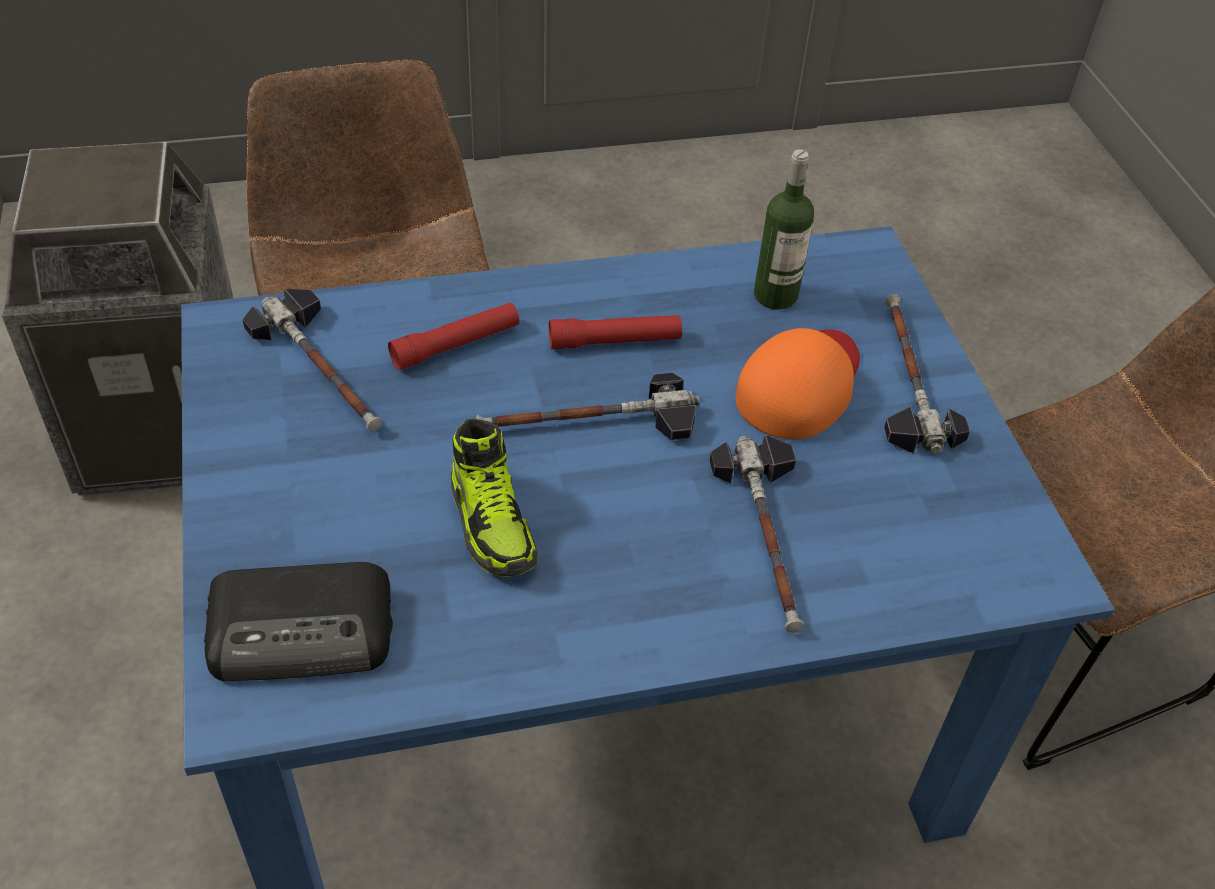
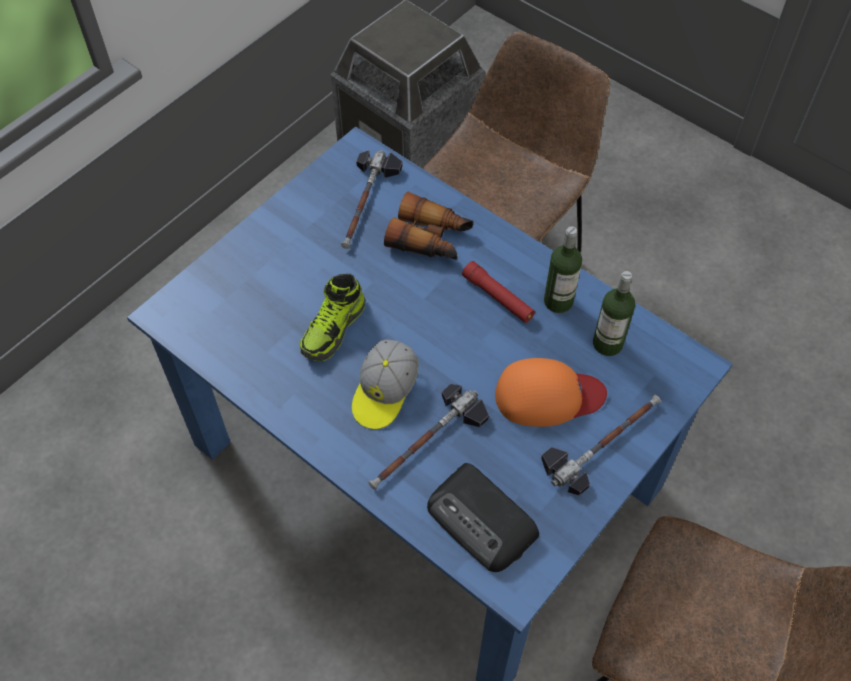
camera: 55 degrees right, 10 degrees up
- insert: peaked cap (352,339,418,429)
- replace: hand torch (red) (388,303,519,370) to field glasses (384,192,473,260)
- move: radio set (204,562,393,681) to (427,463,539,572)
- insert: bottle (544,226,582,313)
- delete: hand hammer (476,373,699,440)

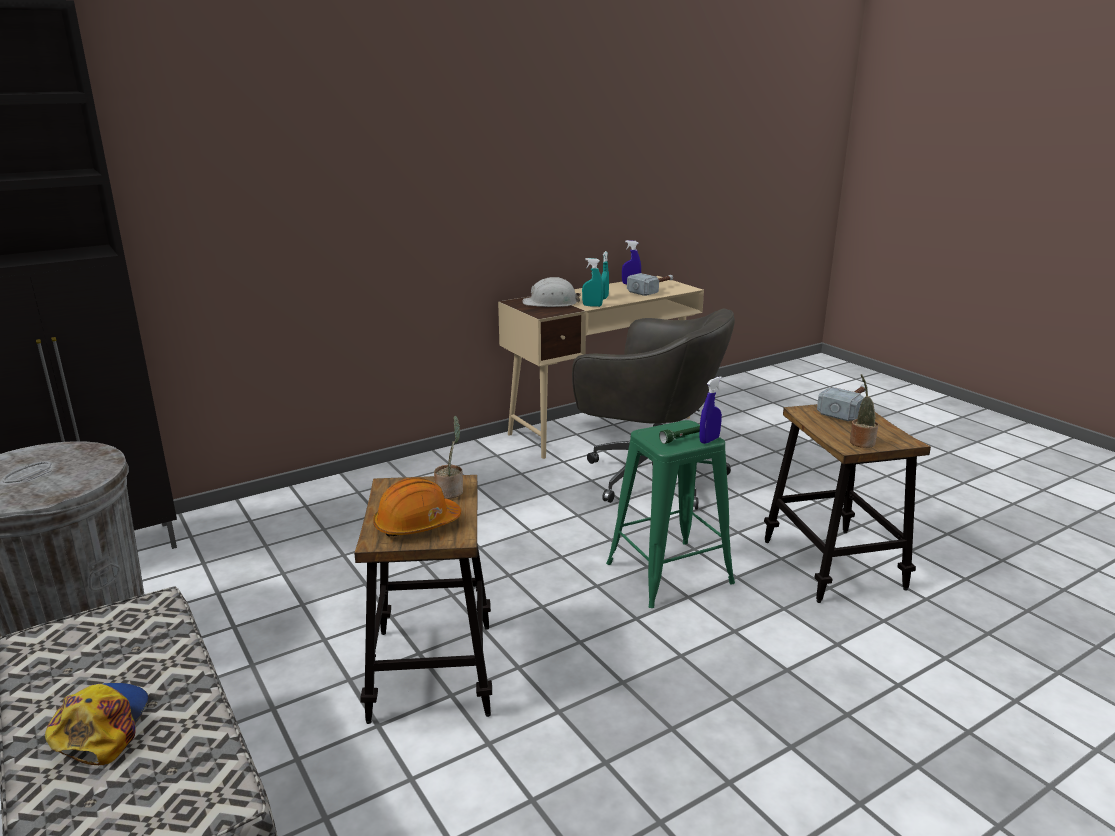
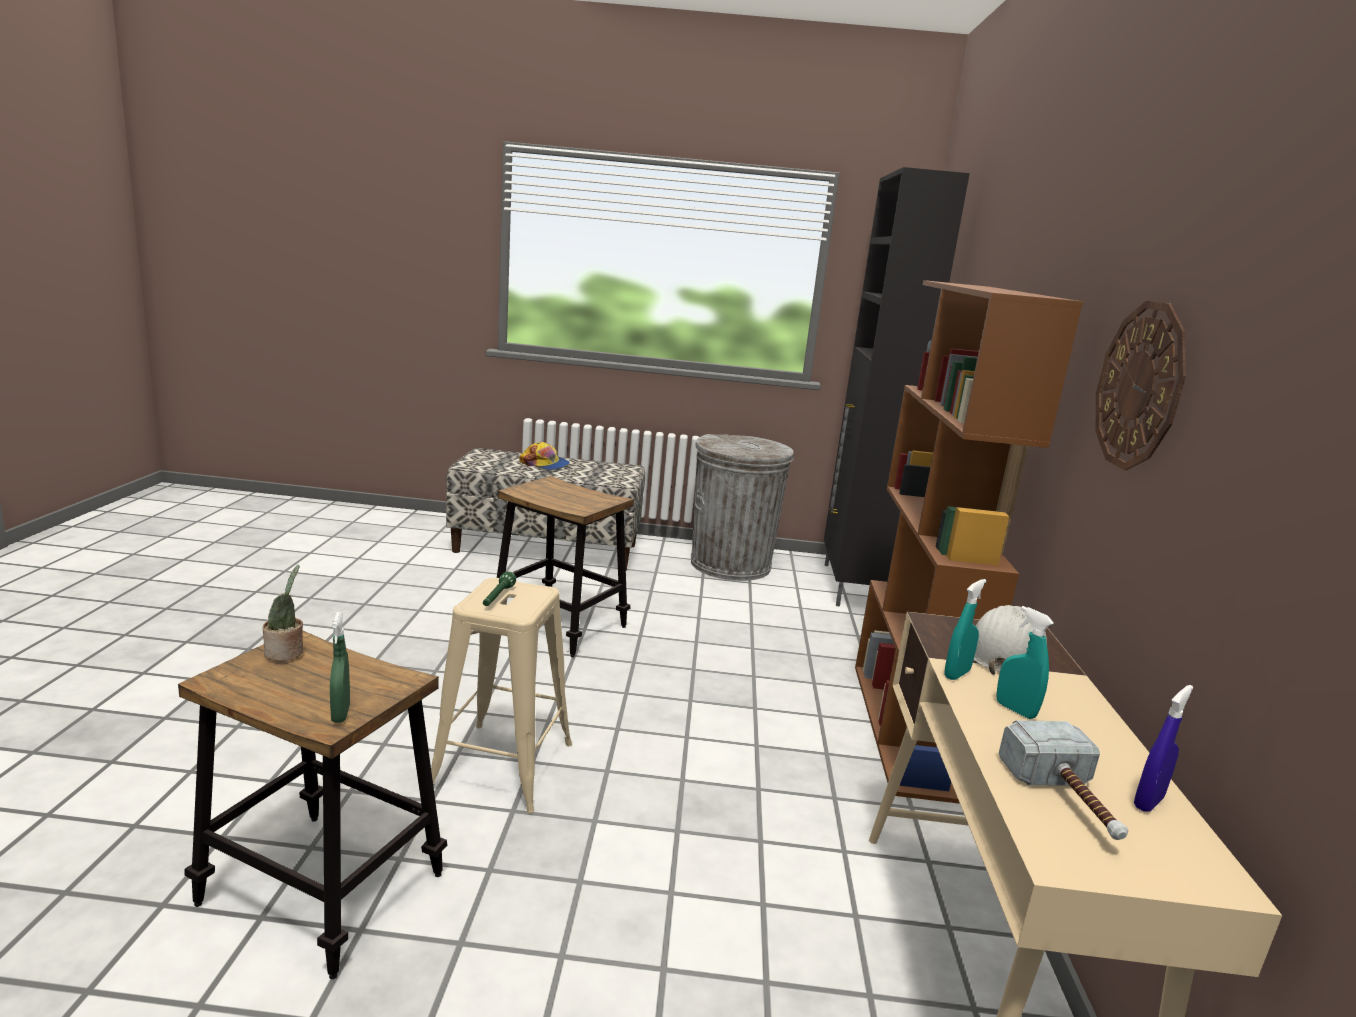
camera: 125 degrees right, 5 degrees down
- replace: hand hammer (817,384,868,421) to spray bottle (greenish) (330,612,350,723)
- recolor: stool seat (greenish) (606,420,735,608) to stool seat (beige) (431,578,572,813)
- insert: bookshelf (brown-coloured) (855,280,1083,804)
- insert: hanging clock (1096,301,1186,470)
- delete: work helmet (orangey) (373,478,461,537)
- delete: plant in a pot (434,416,463,499)
- delete: computer chair (gray) (572,308,735,510)
- delete: spray bottle (blue) (699,376,722,444)

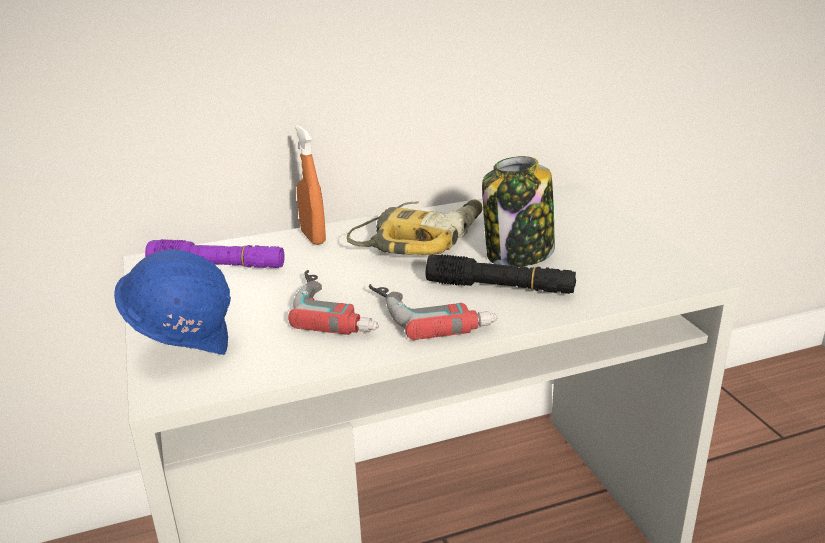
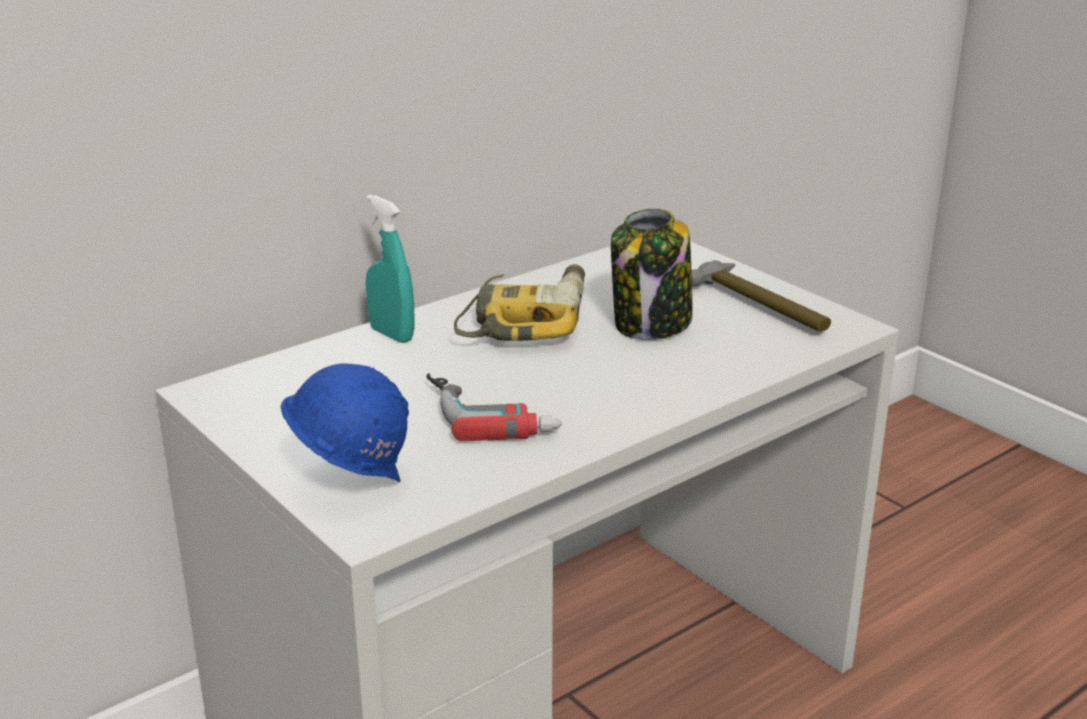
camera: 20 degrees left, 0 degrees up
- recolor: spray bottle (orangey) (295,125,326,245) to spray bottle (turquoise) (366,194,415,343)
- insert: hand hammer (691,260,831,332)
- delete: hand torch (purple) (145,239,285,268)
- delete: power drill (369,284,498,340)
- delete: hand torch (black-coloured) (426,254,576,294)

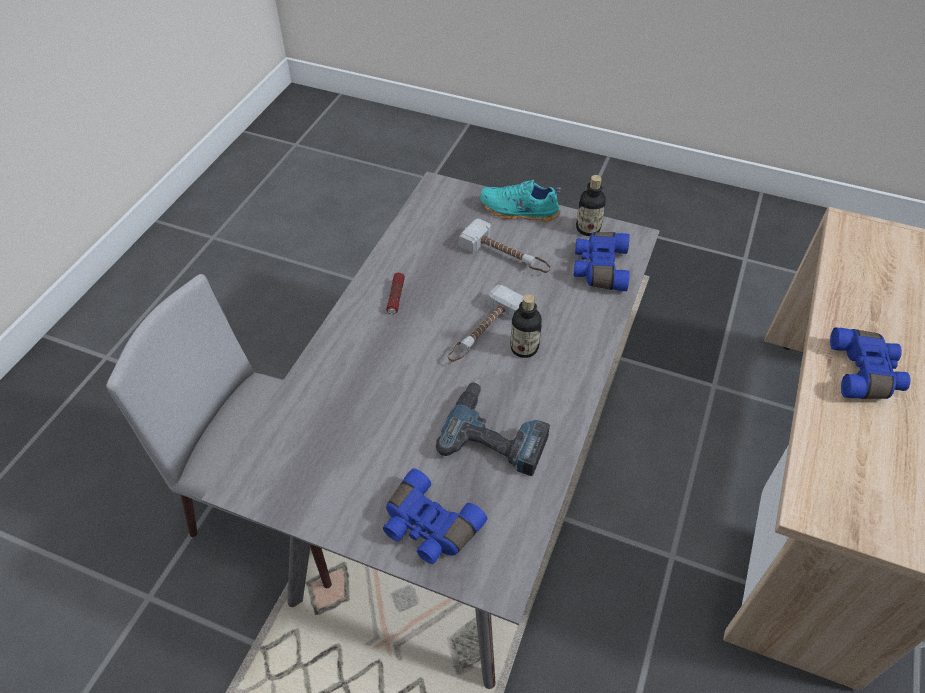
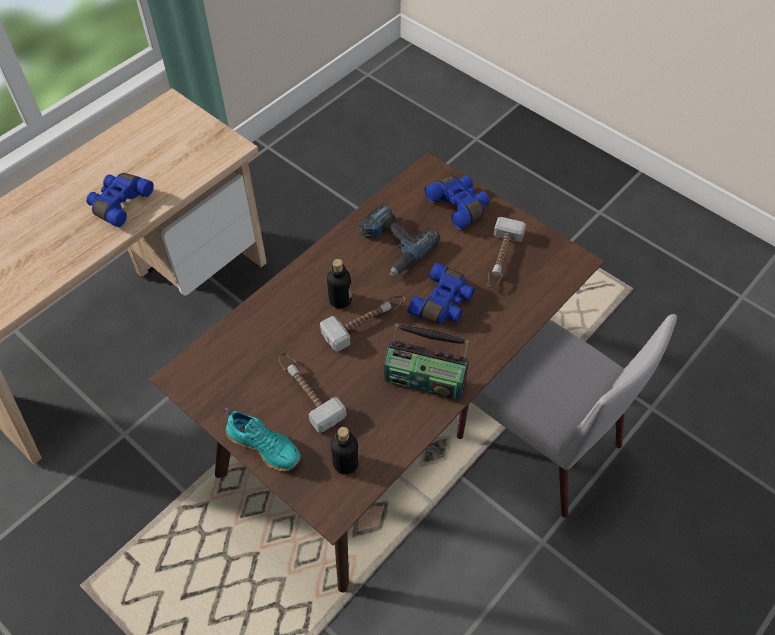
camera: 160 degrees left, 5 degrees up
- recolor: dining table (gray) (201,172,660,689) to dining table (brown-coloured) (149,152,604,592)
- move: bottle (576,175,606,236) to (331,427,359,474)
- replace: hand torch (386,273,405,314) to radio set (384,324,469,400)
- move: field glasses (blue) (574,232,630,291) to (408,262,475,324)
- insert: hand hammer (487,217,526,288)

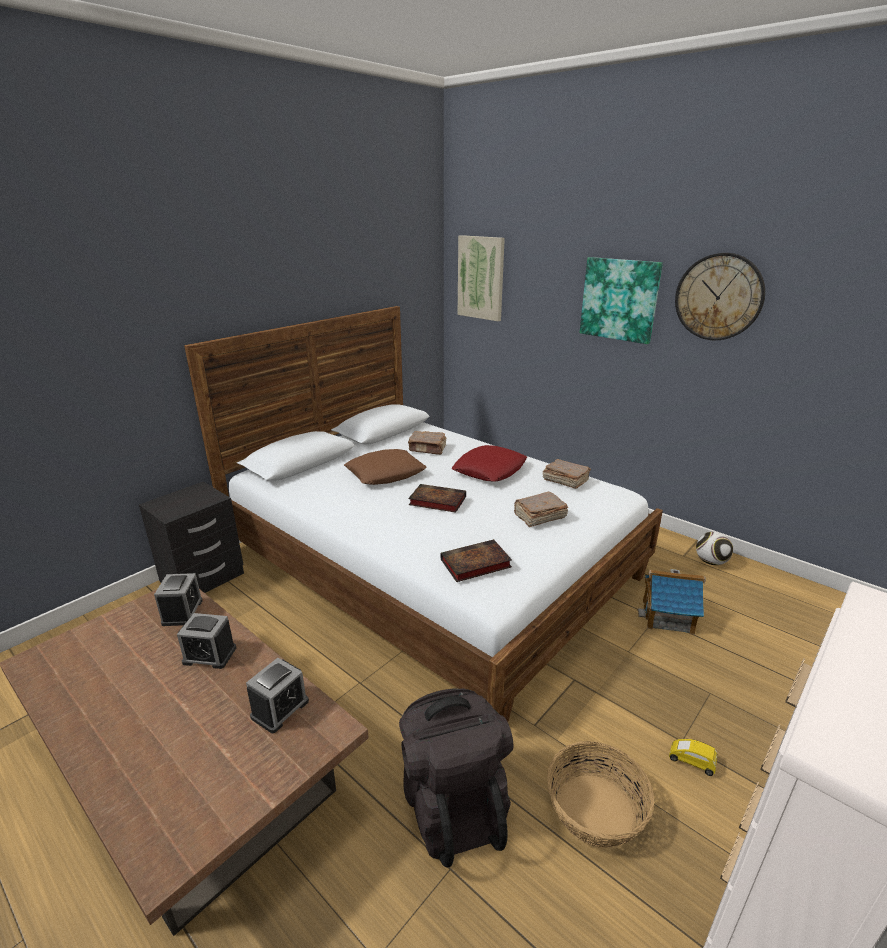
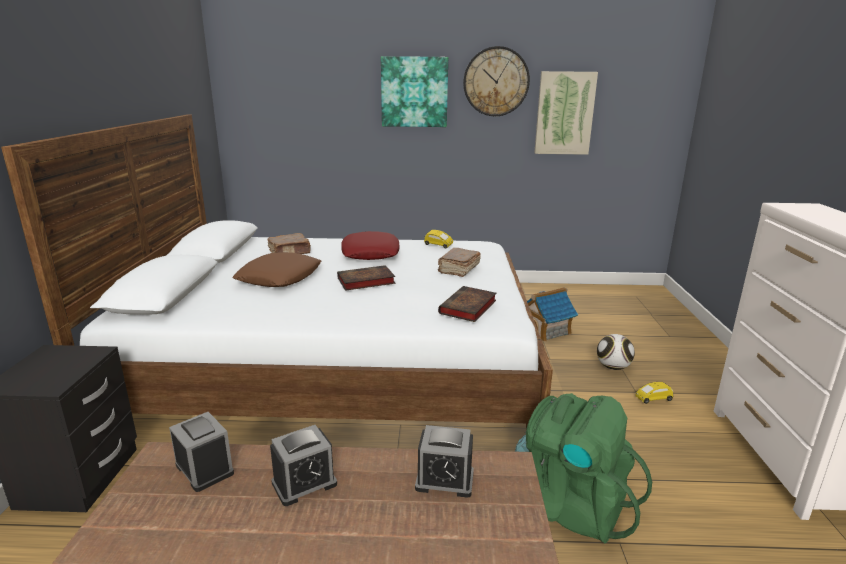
camera: 40 degrees left, 5 degrees down
- rotate: alarm clock (246,658,309,733) = (415,425,474,498) 105 degrees clockwise
- replace: bound book (brown-coloured) (543,459,591,489) to model car (yellowish) (424,230,453,249)
- recolor: rucksack (black-coloured) (399,689,513,868) to rucksack (greenish) (515,393,652,543)
- move: picture (458,235,505,321) to (534,71,598,155)
- move: ball for football (696,531,733,565) to (597,334,635,370)
- delete: storage basket (547,741,654,848)

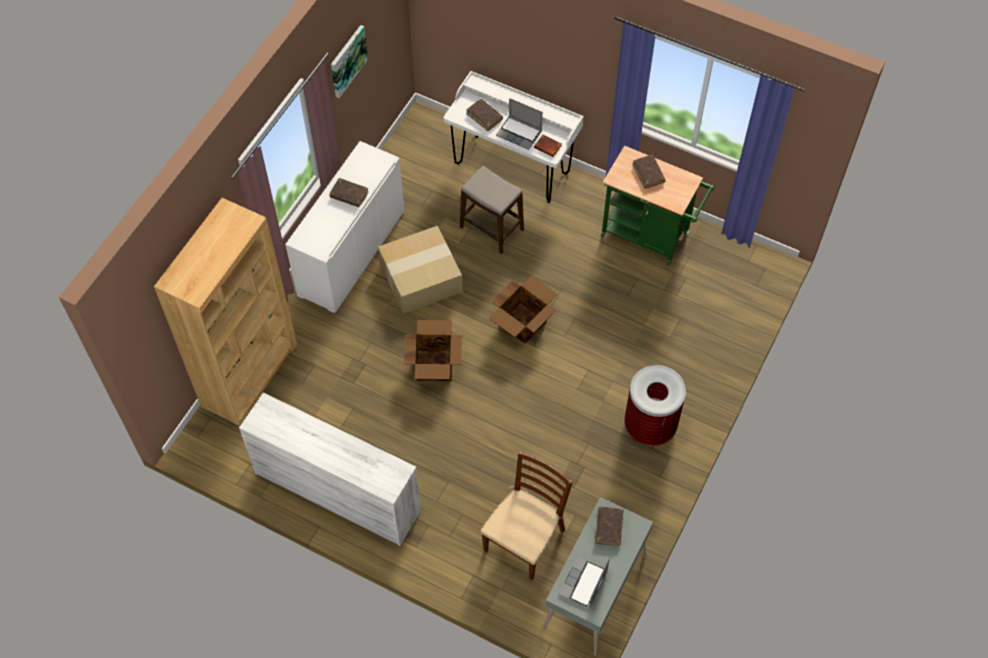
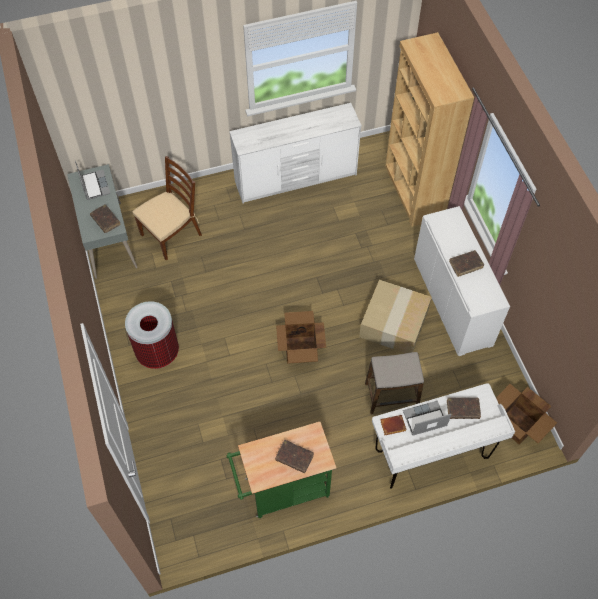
camera: 135 degrees right, 0 degrees up
- rotate: chair (brown-coloured) (481,451,573,580) = (132,156,202,260) 120 degrees counterclockwise
- move: cardboard box (404,320,462,381) to (496,384,557,445)
- delete: picture (331,25,368,98)

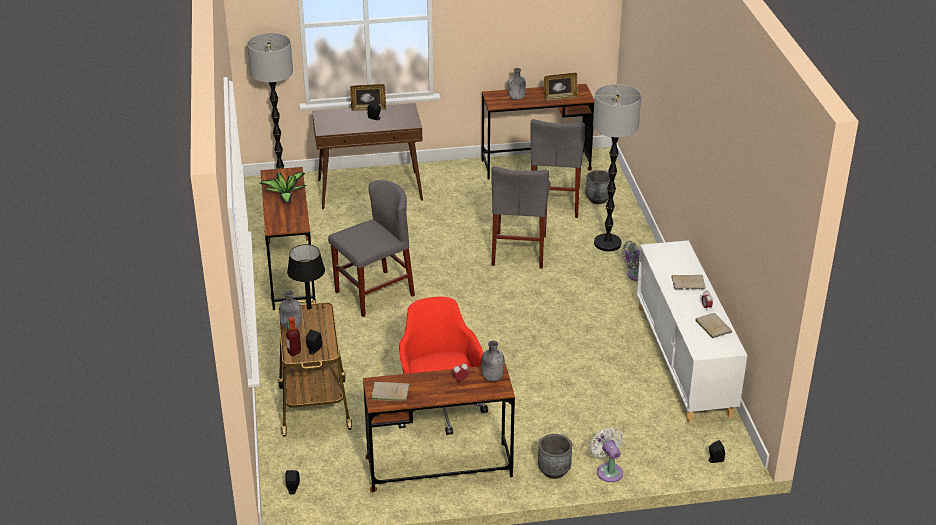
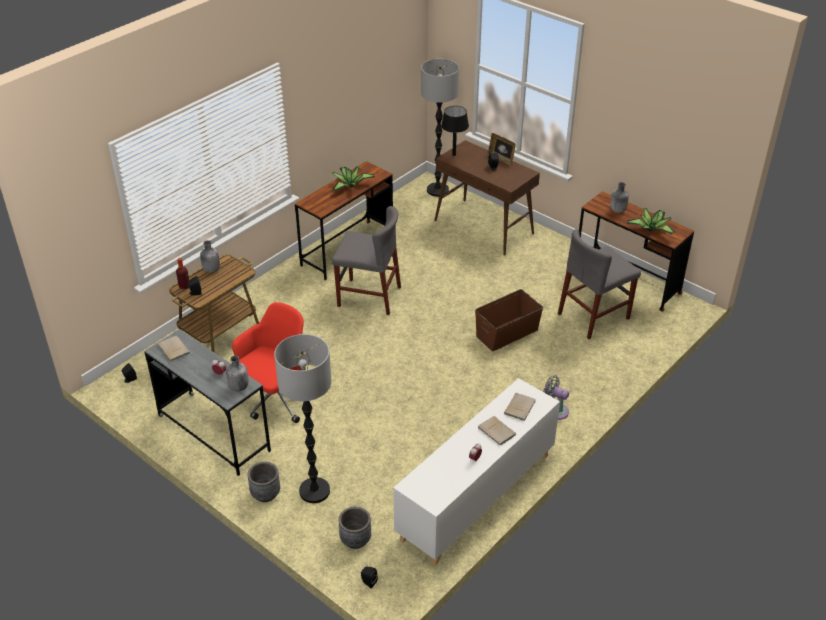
camera: 50 degrees right, 5 degrees up
- recolor: desk table (brown-coloured) (363,364,515,492) to desk table (gray) (144,329,271,476)
- move: standing lamp (593,84,641,252) to (274,334,331,503)
- move: planter (gray) (586,170,610,204) to (339,507,371,549)
- move: lamp for a table (black-coloured) (287,244,325,310) to (441,106,469,156)
- replace: chair (gray) (491,166,551,269) to storage container (brown-coloured) (475,289,543,351)
- move: bound book (beige) (694,313,732,338) to (504,393,536,421)
- replace: standing frame (544,73,578,101) to plant in a pot (627,208,675,235)
- delete: electric fan (white-coloured) (590,427,623,482)

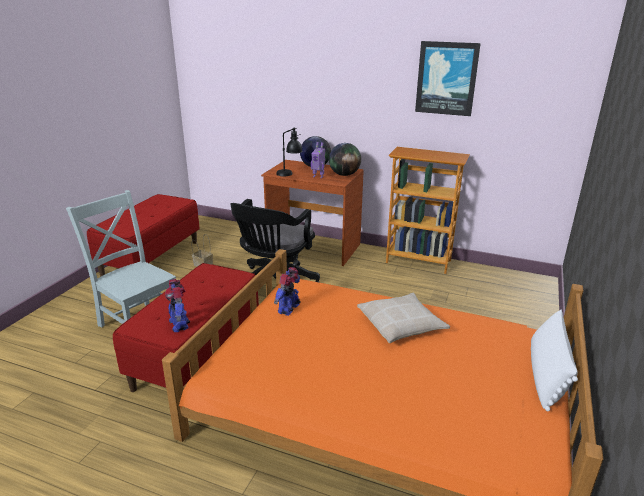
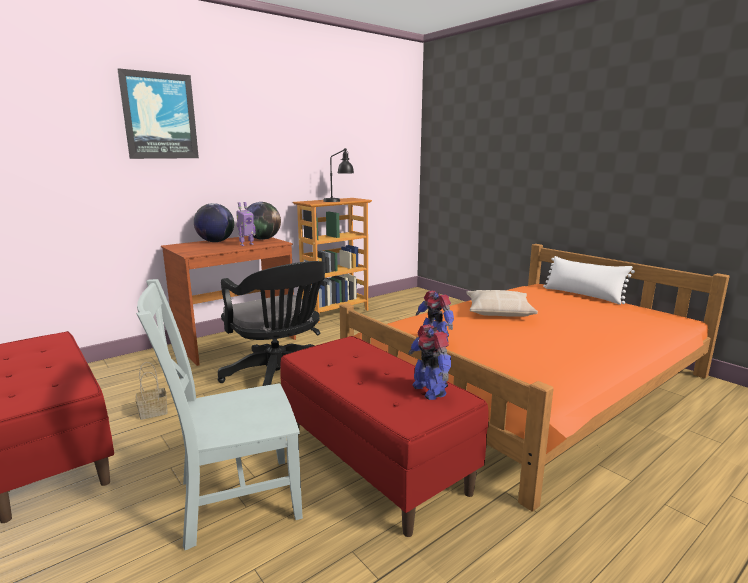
camera: 60 degrees left, 10 degrees down
- move: picture (415,41,481,116) to (117,68,199,159)
- move: lamp for a table (black-coloured) (276,128,303,176) to (323,148,354,202)
- rotate: toy robot (165,279,190,332) = (408,324,451,400) 60 degrees clockwise

